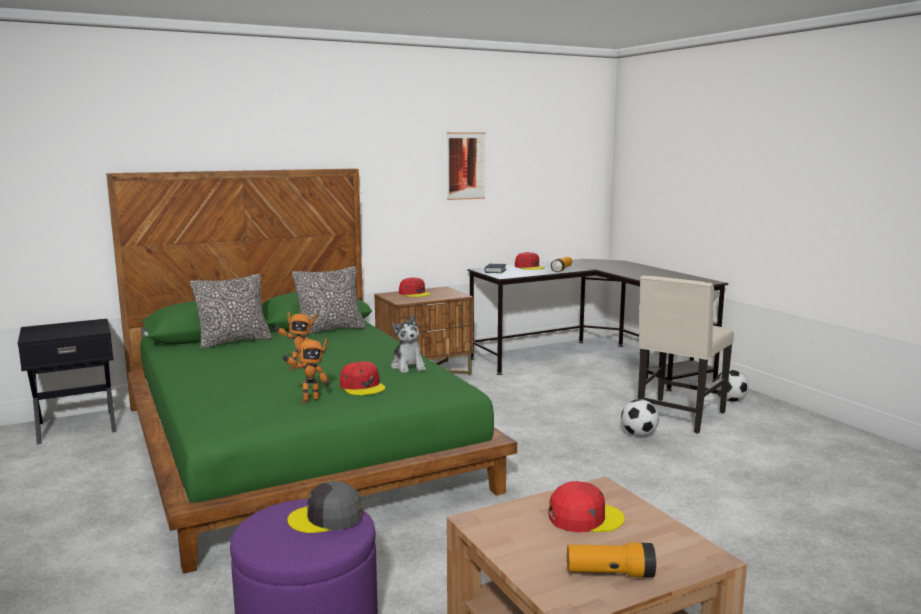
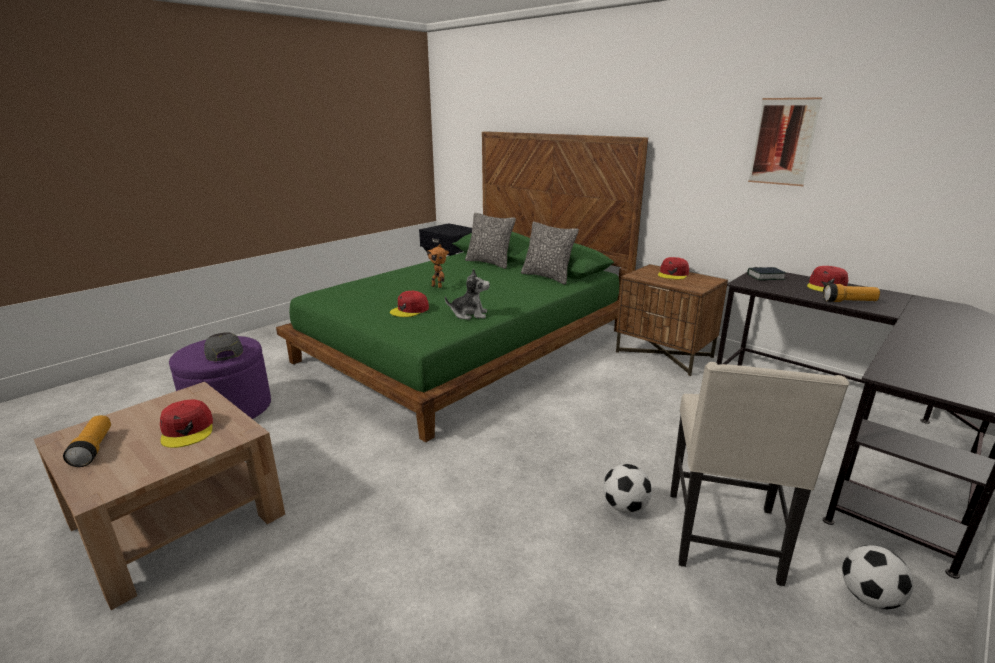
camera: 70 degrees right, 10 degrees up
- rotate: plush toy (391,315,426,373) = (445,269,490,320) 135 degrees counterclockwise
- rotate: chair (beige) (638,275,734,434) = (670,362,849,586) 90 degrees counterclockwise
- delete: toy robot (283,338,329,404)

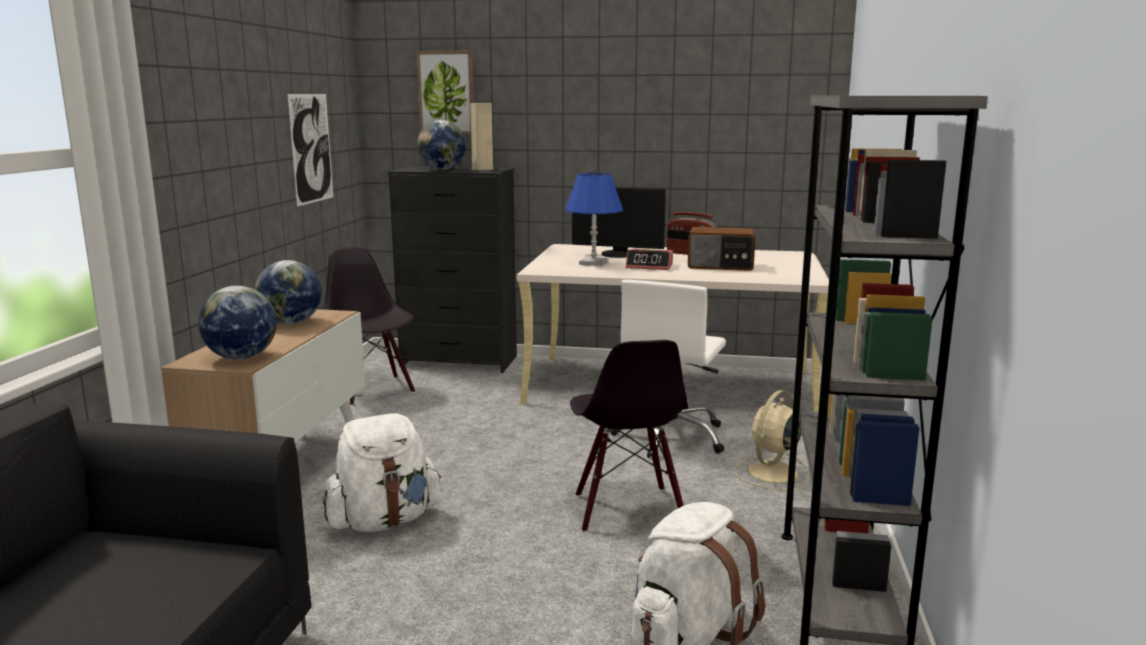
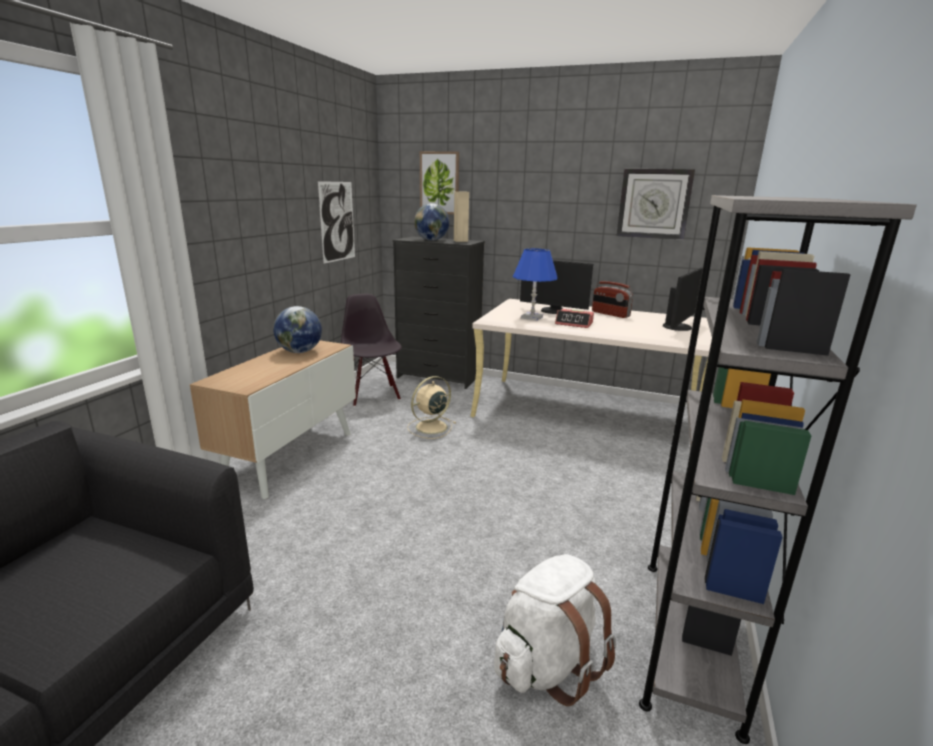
camera: 10 degrees right, 5 degrees up
- move: electric fan (beige) (734,390,809,491) to (407,376,456,439)
- insert: hanging clock (617,169,695,240)
- insert: computer display (663,268,703,331)
- delete: desk globe (198,286,277,360)
- delete: rucksack (white-coloured) (323,414,441,532)
- delete: chair (black-coloured) (570,340,688,532)
- delete: computer chair (white-coloured) (611,280,726,458)
- delete: radio set (688,227,755,271)

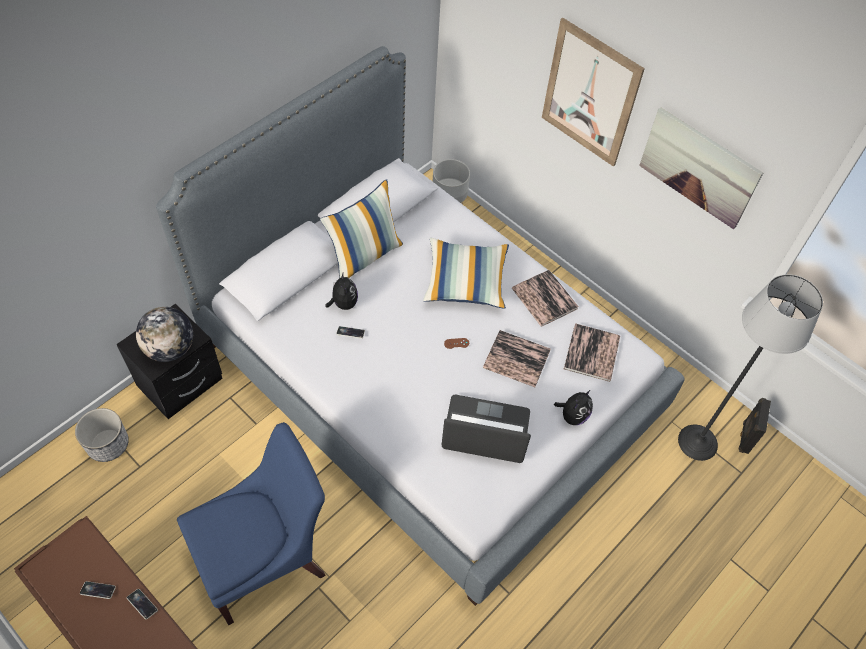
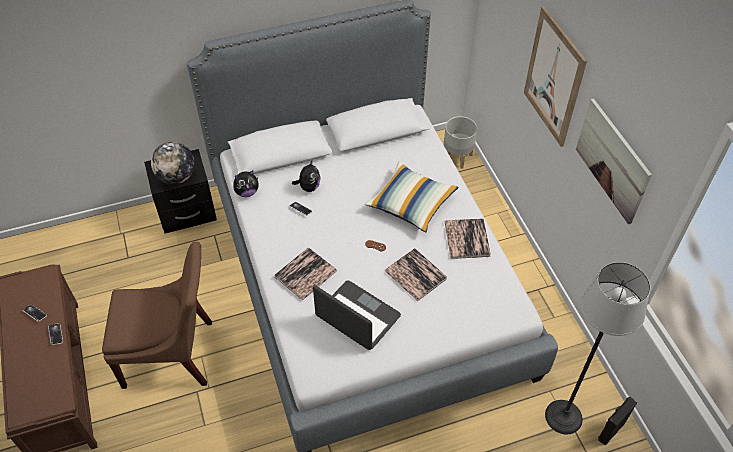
camera: 30 degrees right, 5 degrees down
- recolor: chair (blue) (177,422,326,625) to chair (brown-coloured) (102,242,212,389)
- move: plush toy (554,390,593,425) to (234,170,259,197)
- move: bound book (564,323,620,382) to (274,247,337,300)
- delete: planter (75,408,129,462)
- delete: pillow (320,179,403,278)

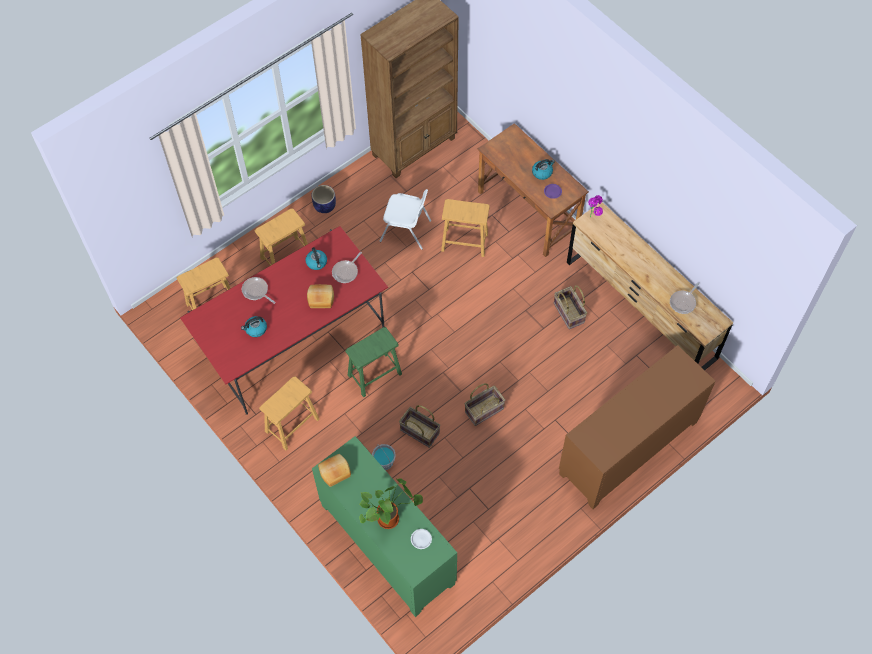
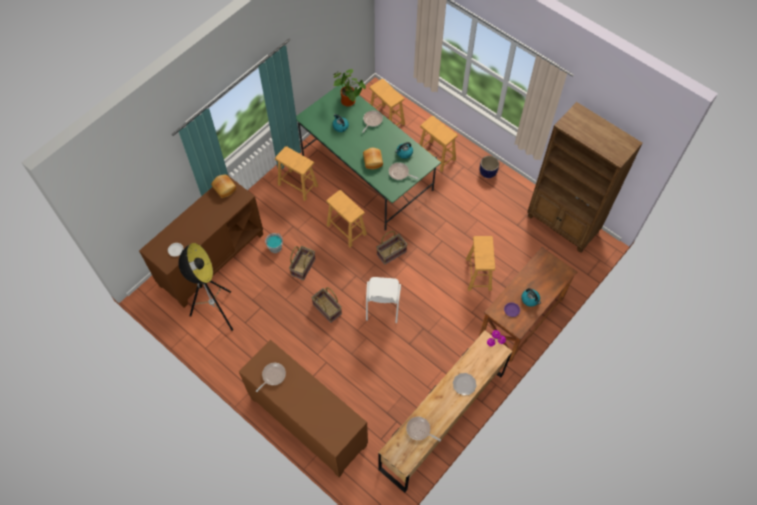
camera: 80 degrees right, 0 degrees up
- recolor: cabinet (greenish) (312,436,457,617) to cabinet (brown-coloured) (139,175,263,308)
- insert: standing lamp (179,243,233,331)
- insert: pan (256,363,286,392)
- recolor: dining table (red) (180,226,388,415) to dining table (greenish) (296,84,441,231)
- recolor: stool seat (greenish) (345,327,402,397) to stool seat (brown-coloured) (326,190,367,248)
- move: plant in a pot (359,479,423,529) to (333,69,366,107)
- move: chair (white-coloured) (379,189,431,250) to (366,277,401,323)
- move: storage basket (554,285,587,329) to (376,231,407,265)
- insert: flat dish (453,373,477,396)

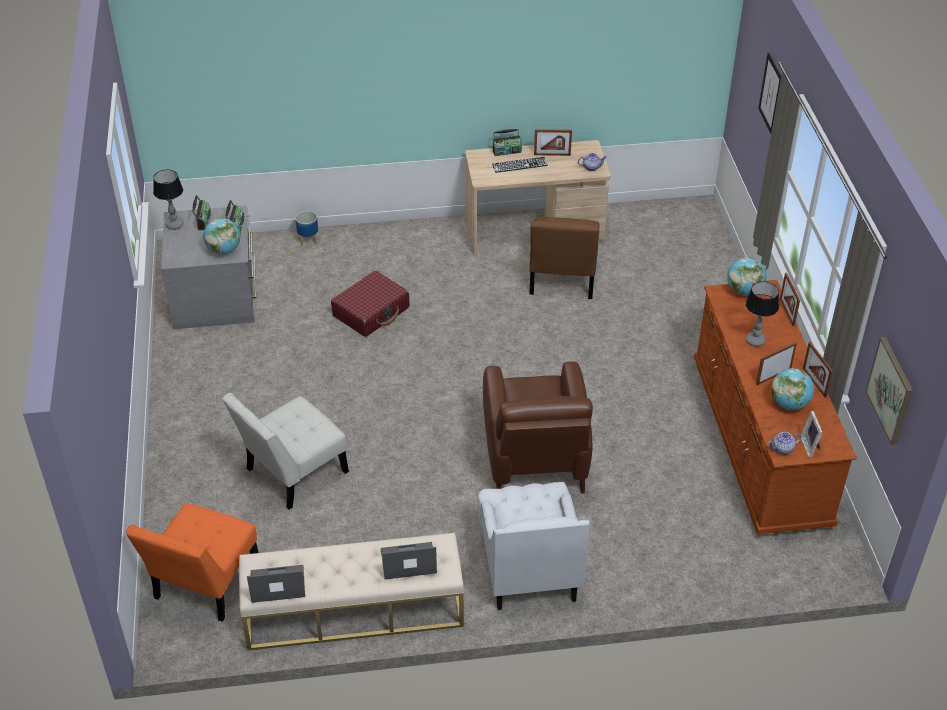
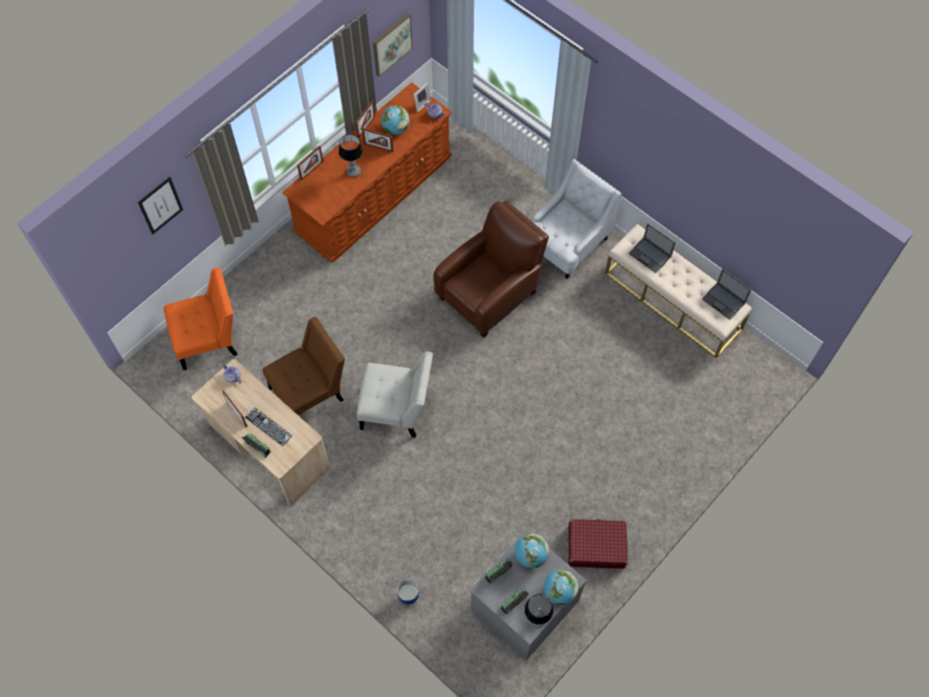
camera: 130 degrees left, 20 degrees up
- move: chair (orangey) (126,503,258,622) to (164,267,238,370)
- move: chair (white-coloured) (222,393,349,509) to (357,351,433,438)
- move: desk globe (727,257,766,296) to (544,570,578,605)
- move: piece of luggage (red) (331,271,409,337) to (568,519,628,569)

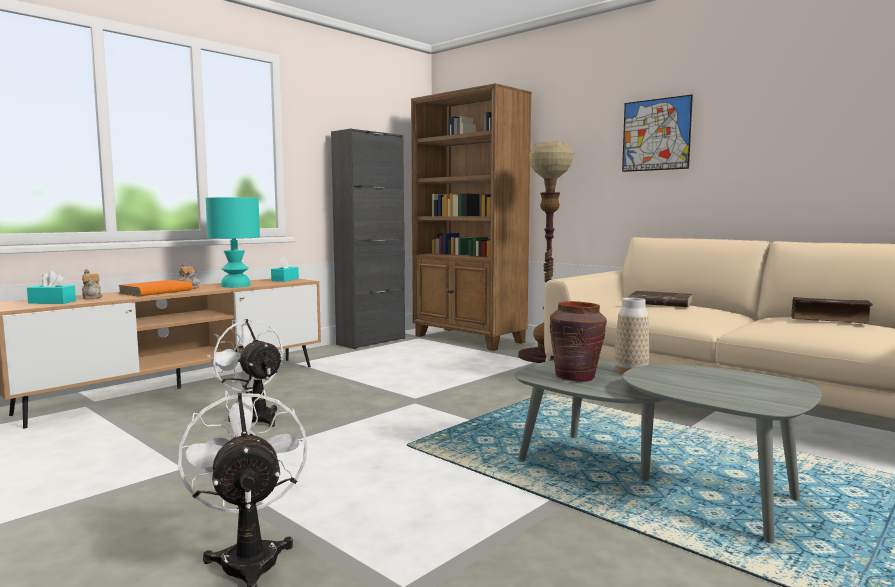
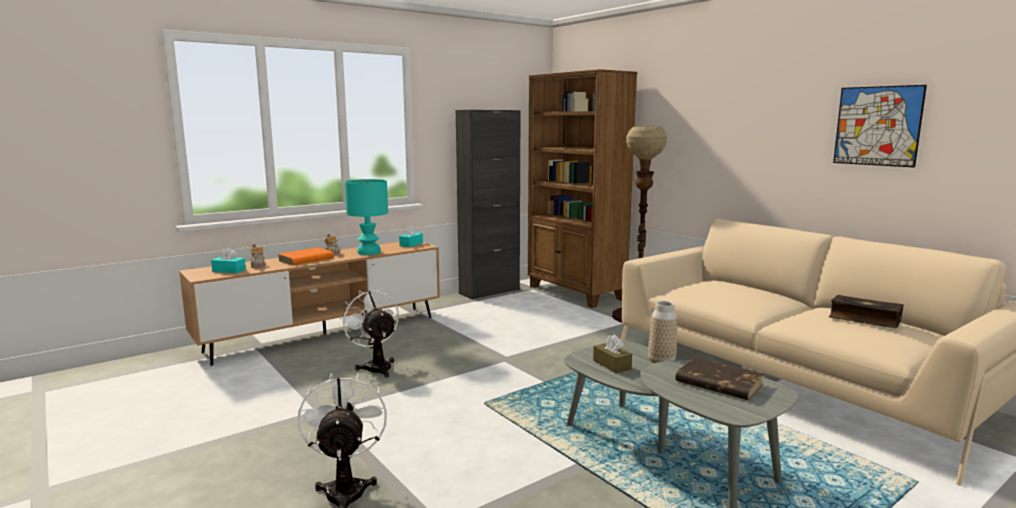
camera: 10 degrees right, 5 degrees up
- replace: vase (brown-coloured) (550,301,607,382) to tissue box (brown-coloured) (593,335,632,373)
- move: bound book (brown-coloured) (629,291,693,307) to (675,357,764,400)
- move: picture (622,95,693,172) to (833,85,927,167)

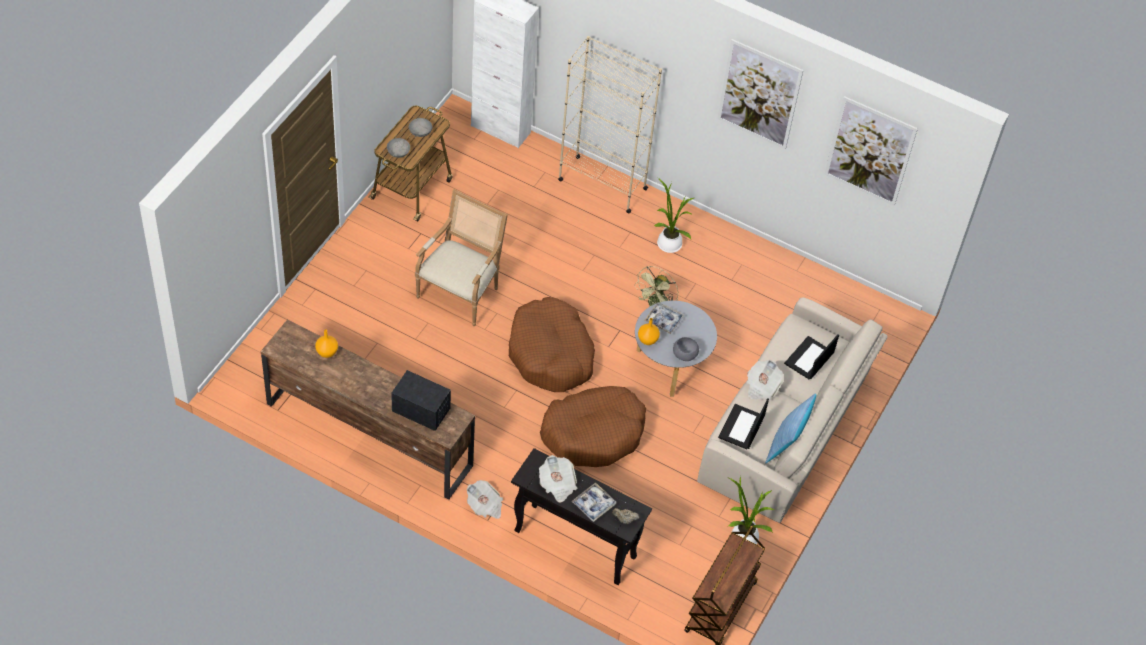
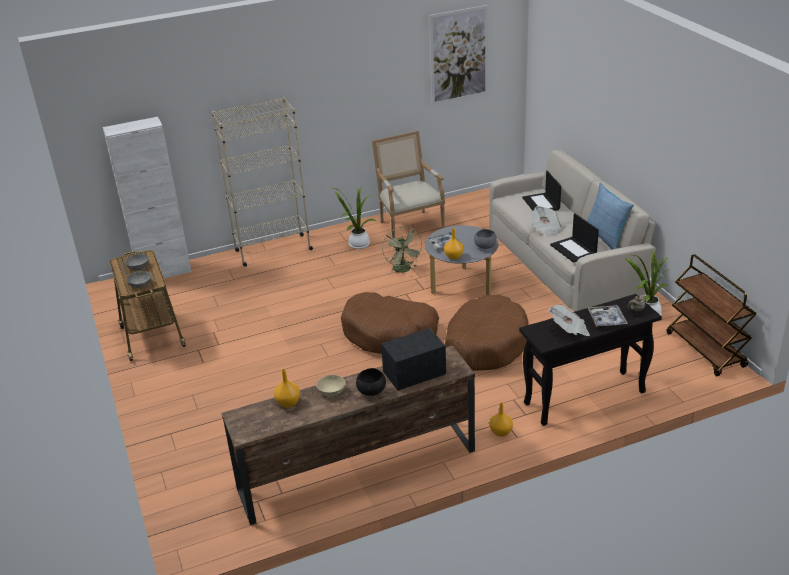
camera: 45 degrees left, 20 degrees down
- insert: serving bowl (beige) (316,375,346,396)
- insert: serving bowl (black-coloured) (356,368,386,396)
- move: armchair (415,189,508,326) to (372,131,445,238)
- replace: printed paper (467,480,503,519) to vase (orangey) (490,403,513,437)
- delete: picture (717,39,803,149)

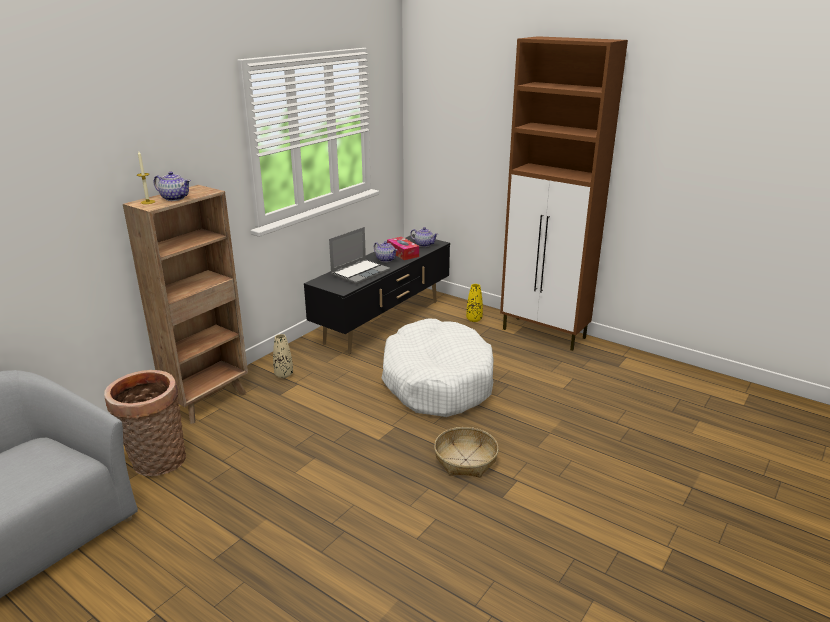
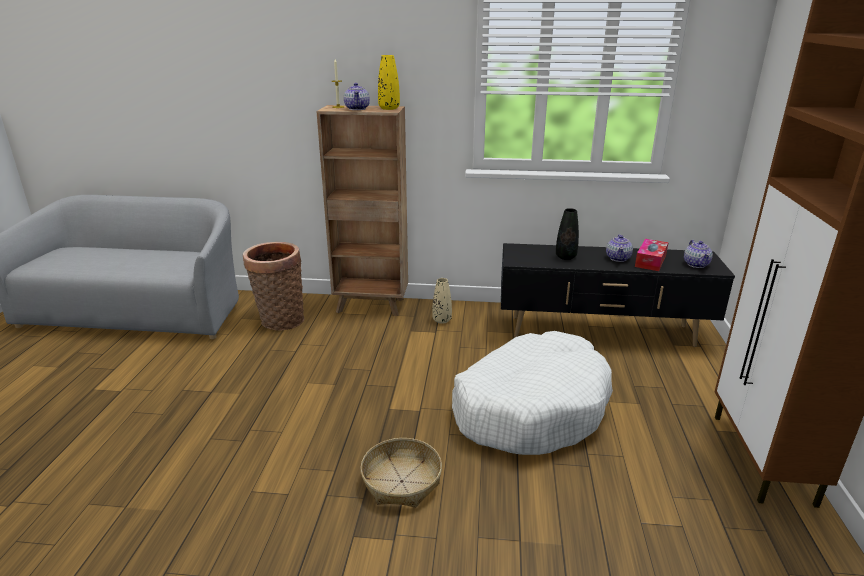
camera: 60 degrees right, 0 degrees up
- move: vase (yellowish) (466,284,483,322) to (378,55,400,110)
- replace: portable computer (329,227,390,284) to vase (black-coloured) (556,208,579,260)

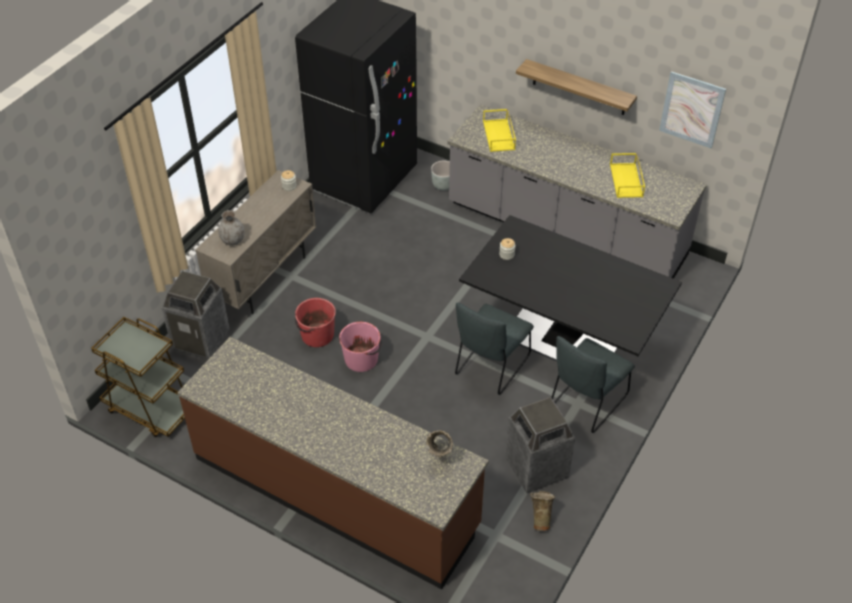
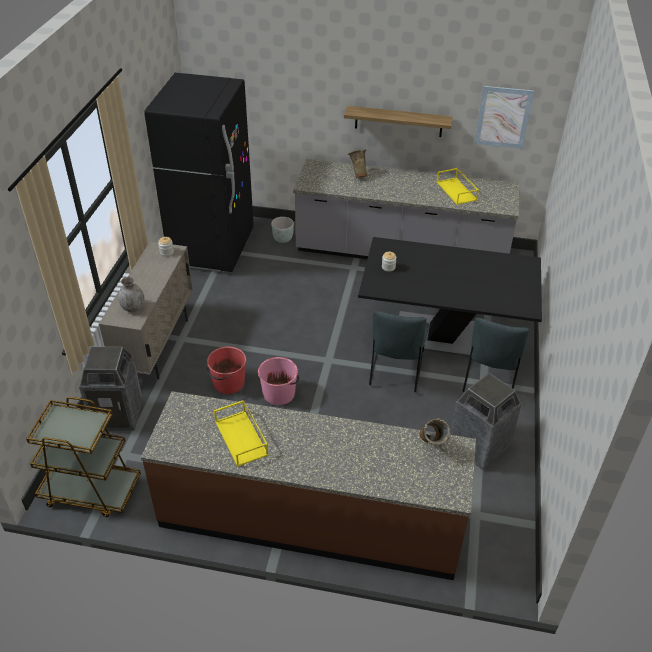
camera: 20 degrees left, 5 degrees down
- move: tray (yellowish) (483,109,516,152) to (214,400,268,467)
- move: vase (beige) (530,491,555,531) to (348,150,367,178)

